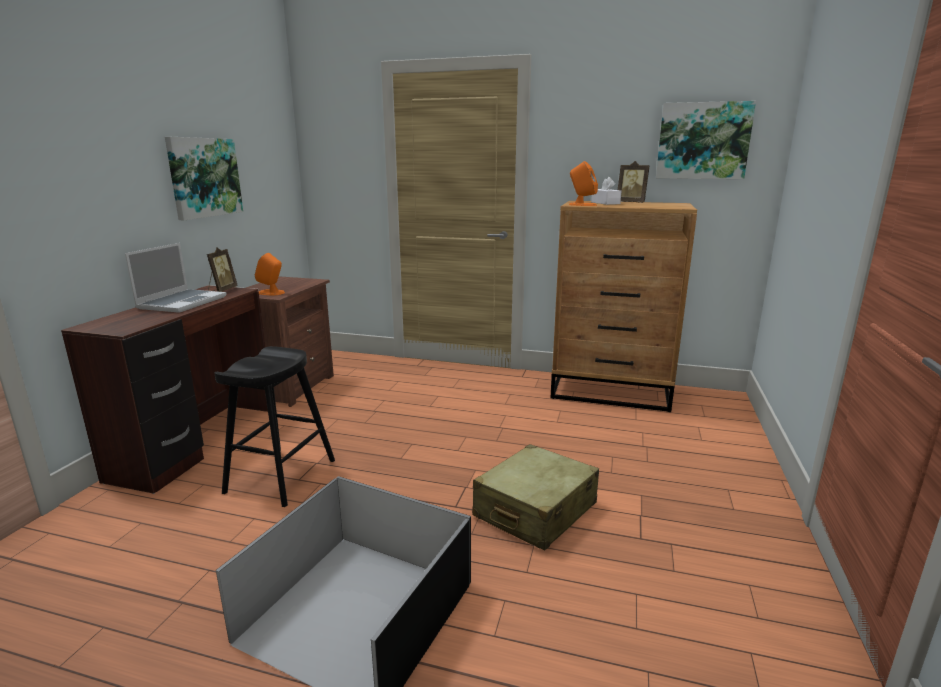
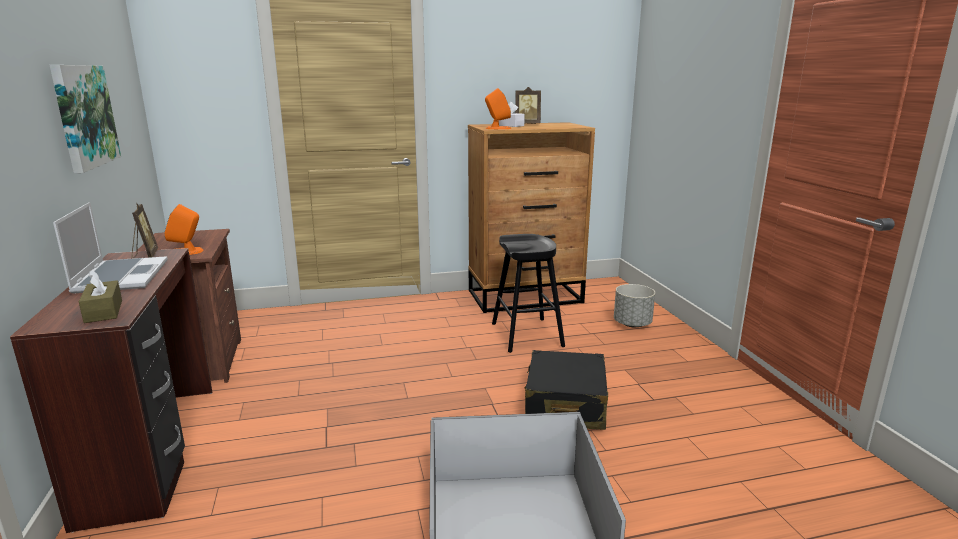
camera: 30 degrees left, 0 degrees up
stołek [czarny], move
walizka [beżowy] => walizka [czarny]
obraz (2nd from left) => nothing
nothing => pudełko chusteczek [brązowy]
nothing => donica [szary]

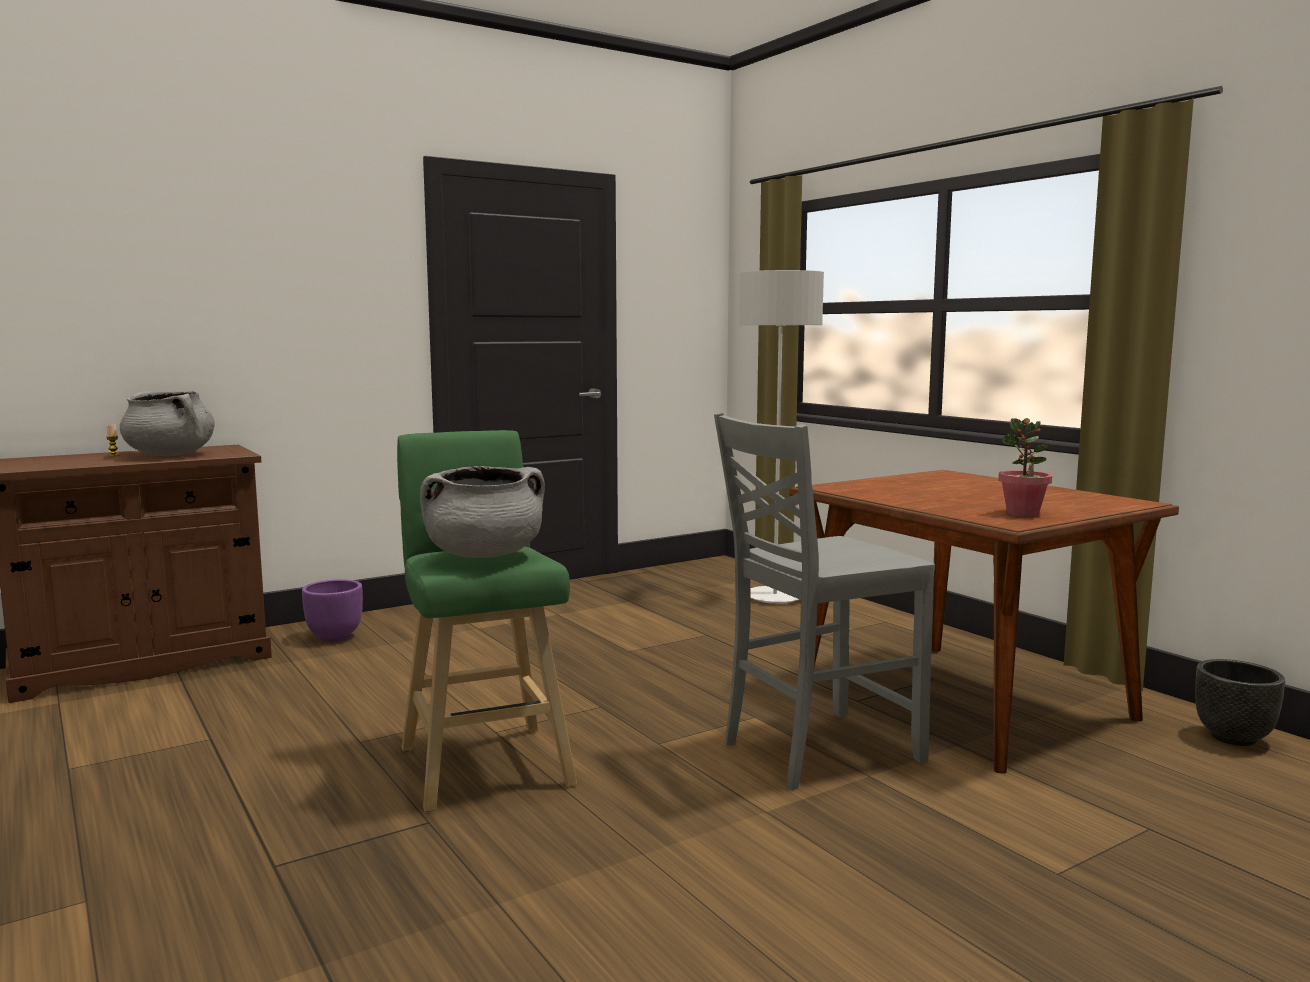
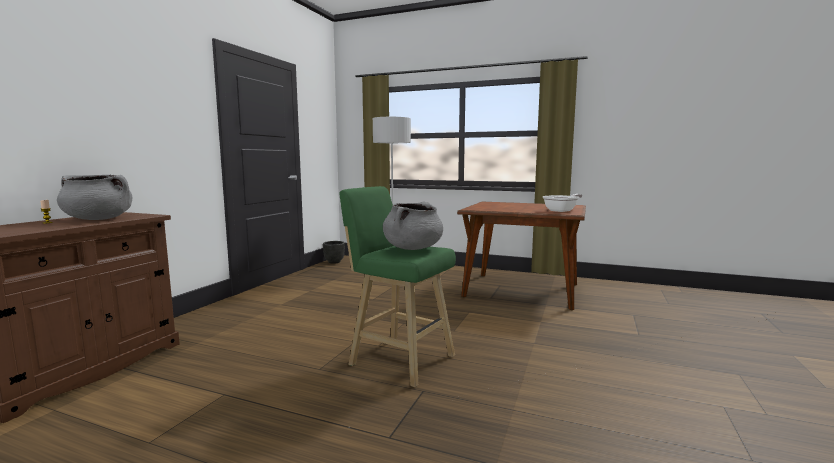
camera: 35 degrees left, 0 degrees up
donica [fioletowy] => nothing
krzesło [szary] => nothing
roślina doniczkowa => patelnia
donica [czarny], move

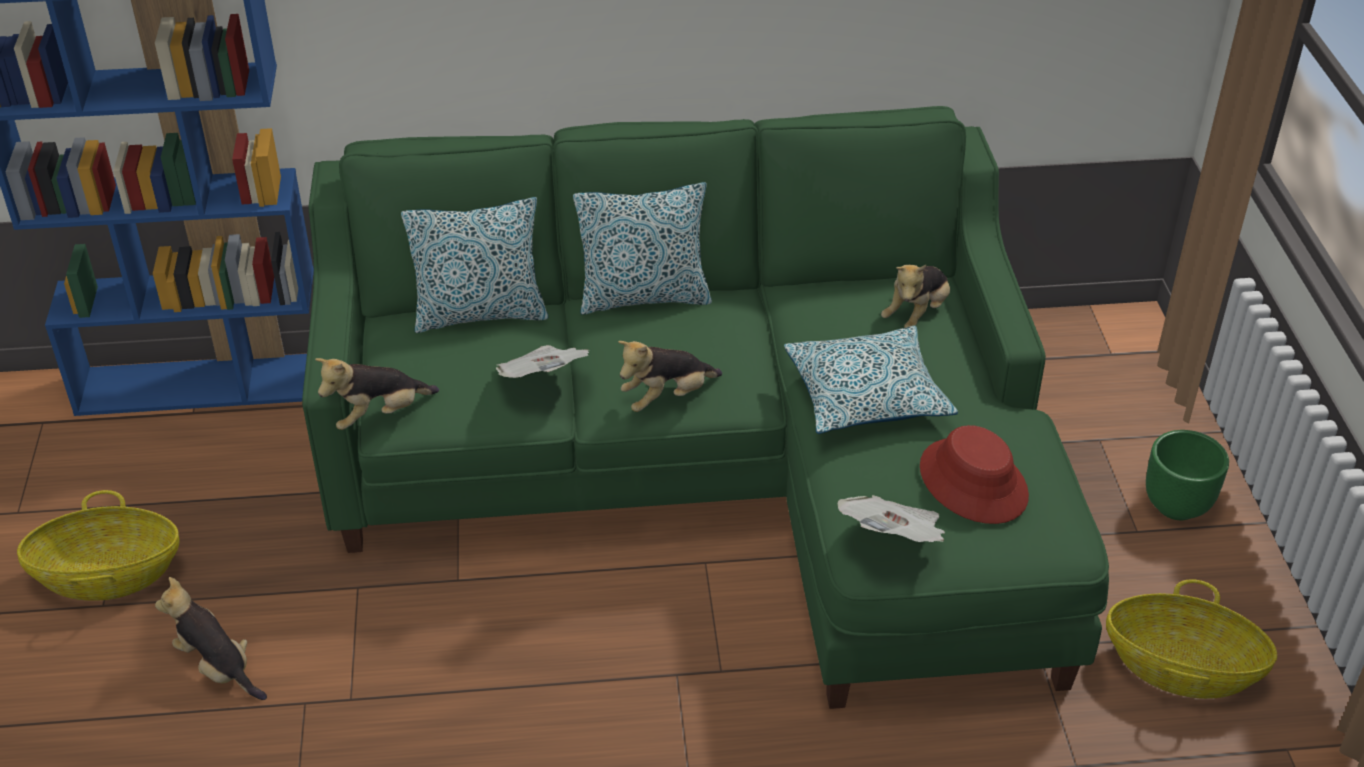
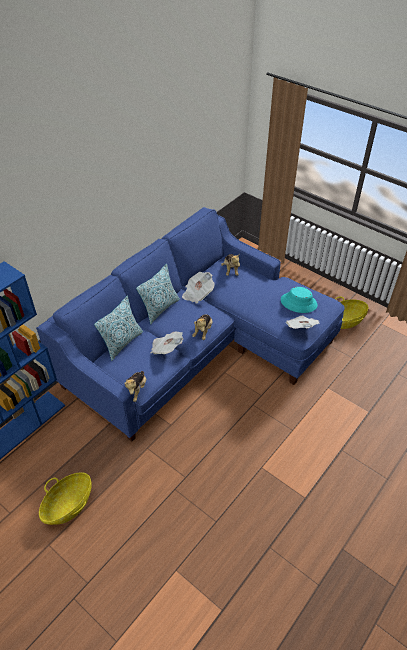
camera: 45 degrees left, 5 degrees up
pluszak (1st from left) => nothing
kanapa [zielony] => kanapa [niebieski]
poduszka (3rd from left) => nothing
kapelusz [czerwony] => kapelusz [turkusowy]
donica [zielony] => nothing
nothing => gazeta (2nd from left)

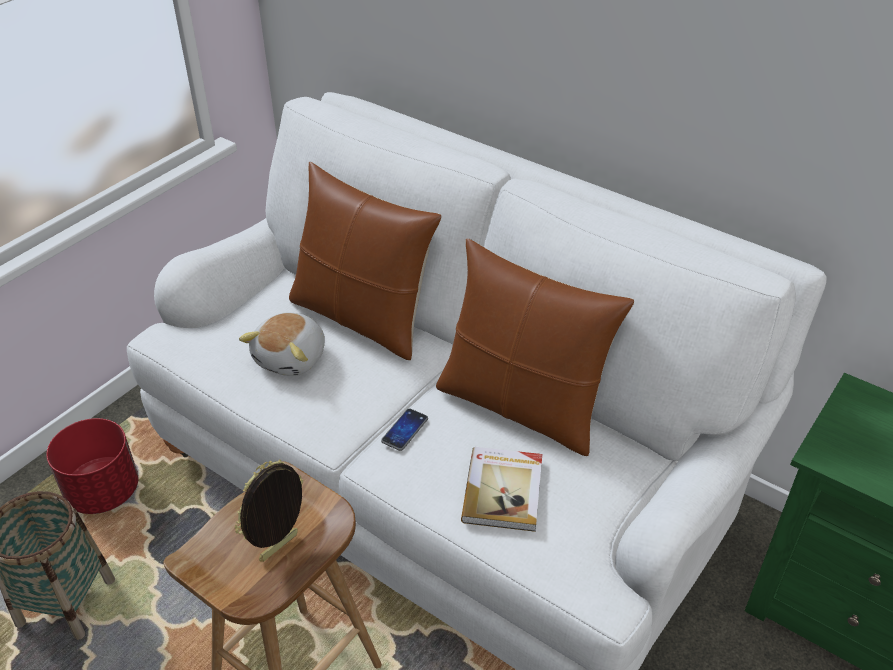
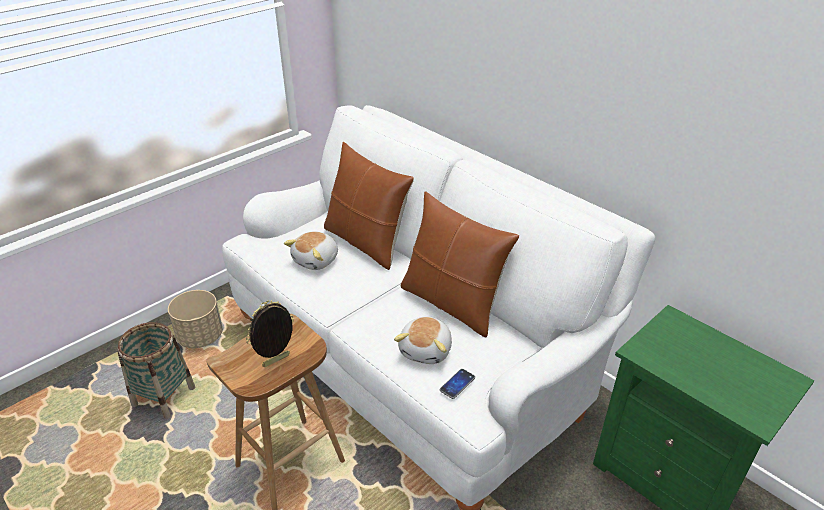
camera: 10 degrees right, 5 degrees down
donica [czerwony] => donica [beżowy]
telefon, move
książka => pluszak (2nd from left)

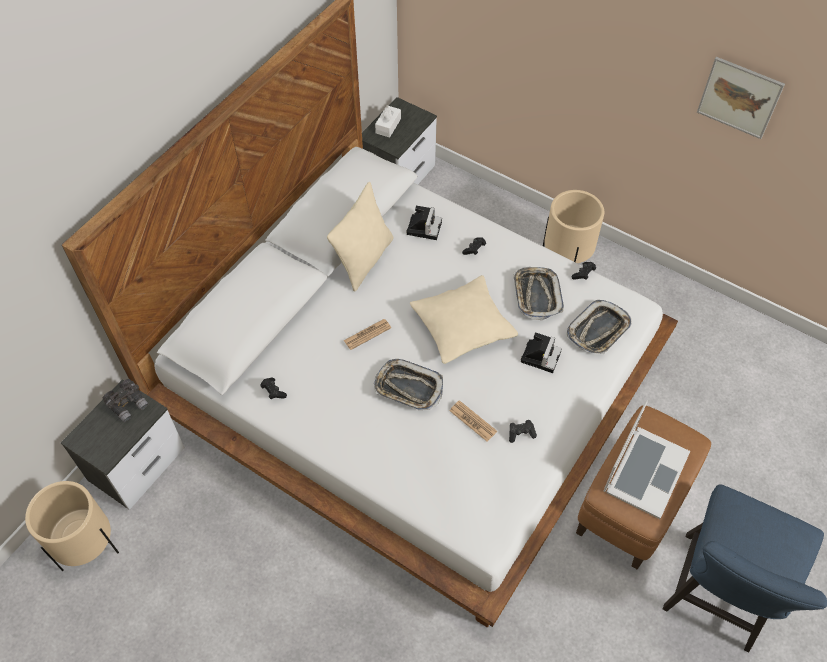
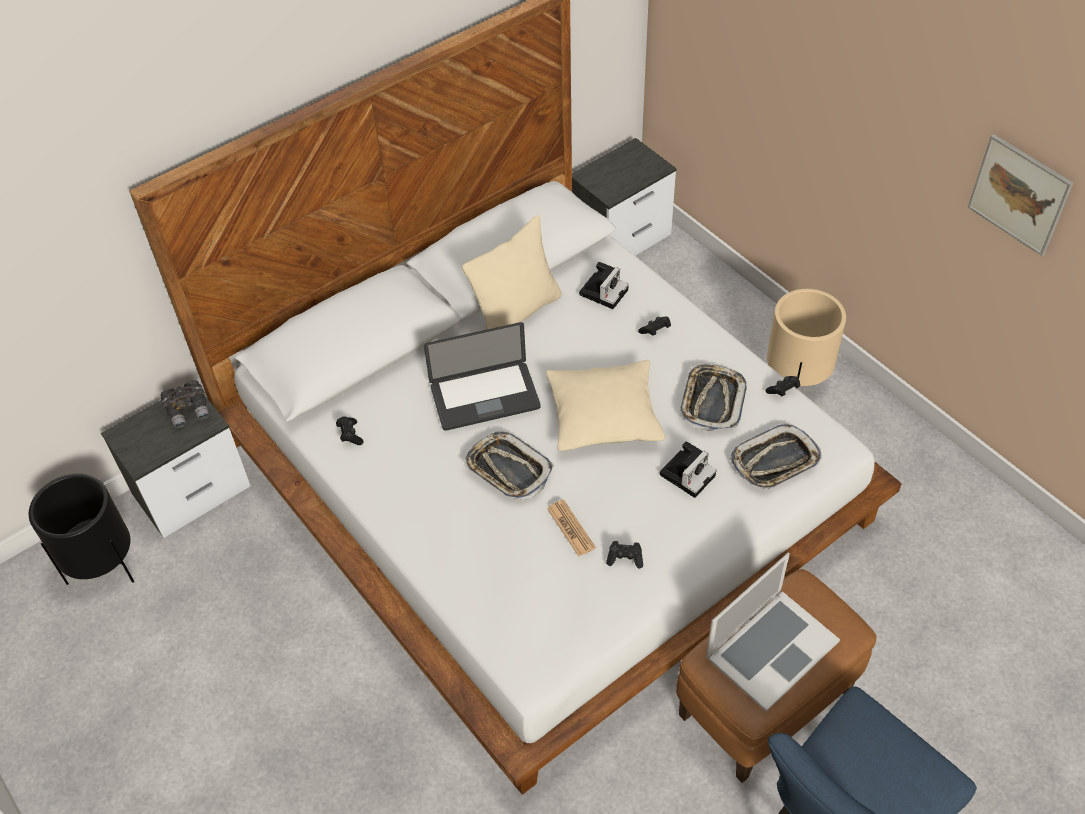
camera: 20 degrees right, 5 degrees down
donica [beżowy] (1st from left) => donica [czarny]
gazeta (1st from left) => laptop (1st from left)
pudełko chusteczek [biały] => nothing

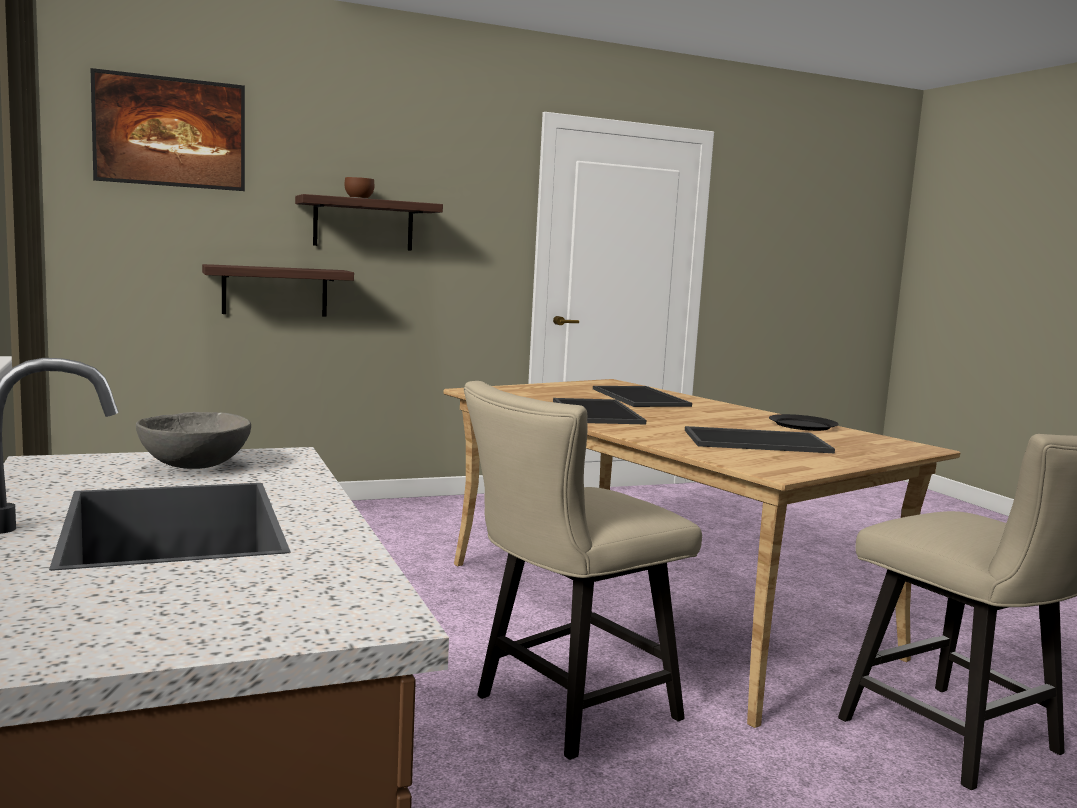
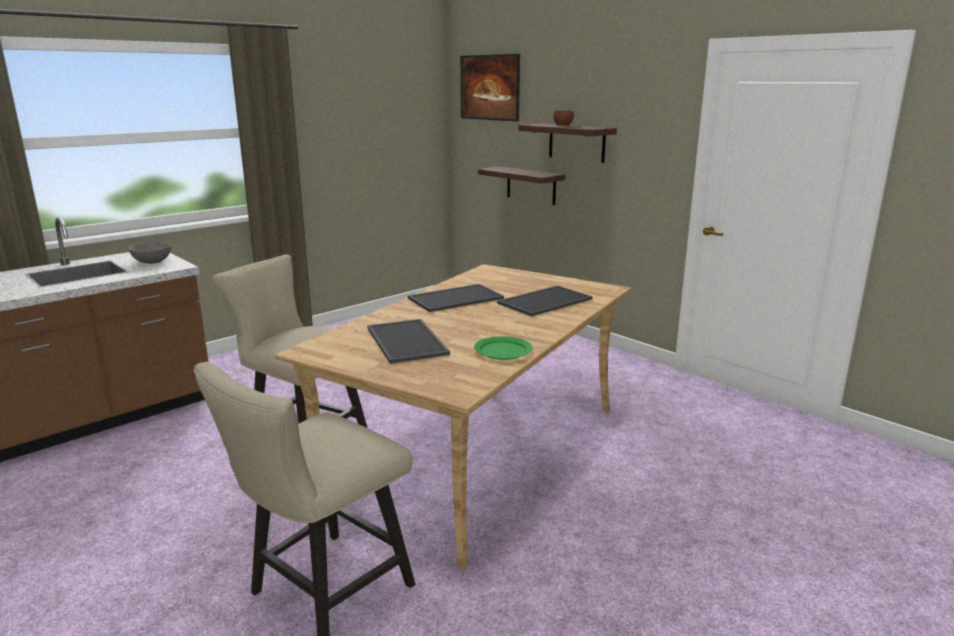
camera: 70 degrees right, 10 degrees up
talerz [czarny] => talerz [zielony]

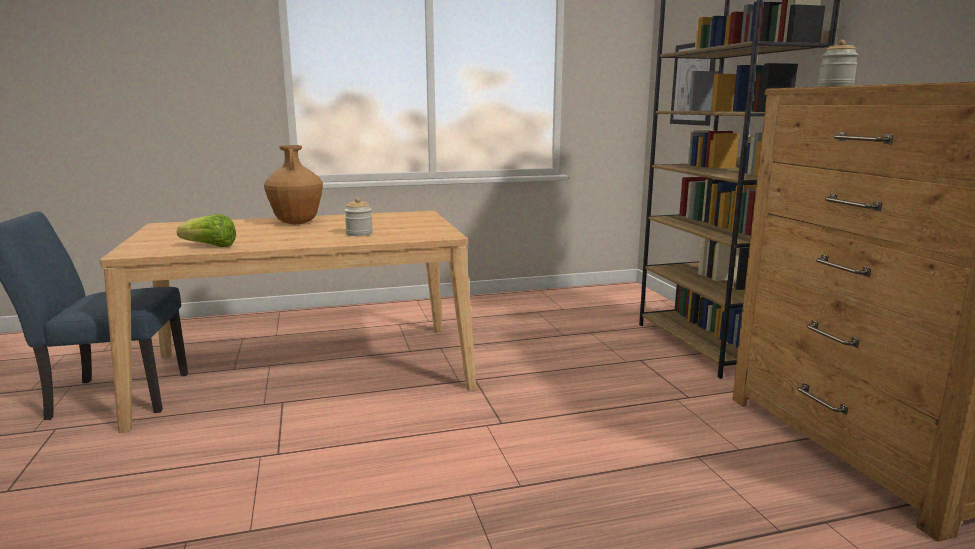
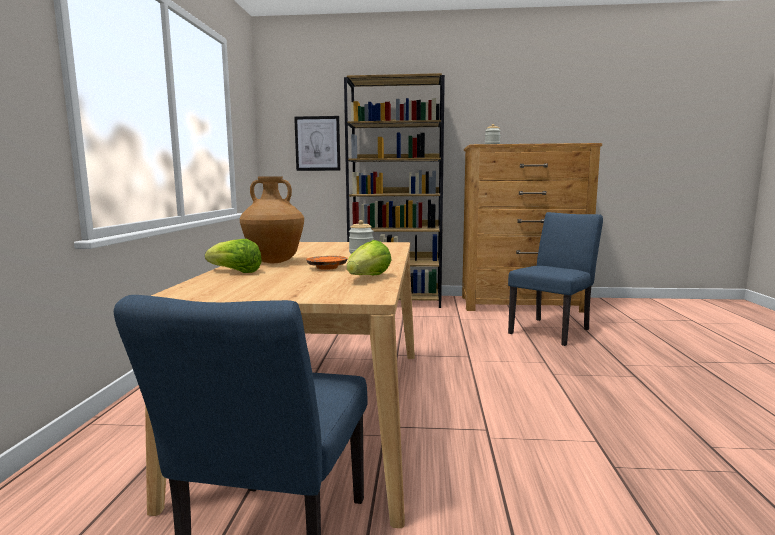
camera: 70 degrees left, 5 degrees down
nothing => sałata (1st from left)
nothing => talerz [pomarańczowy]
nothing => krzesło [niebieski] (2nd from left)

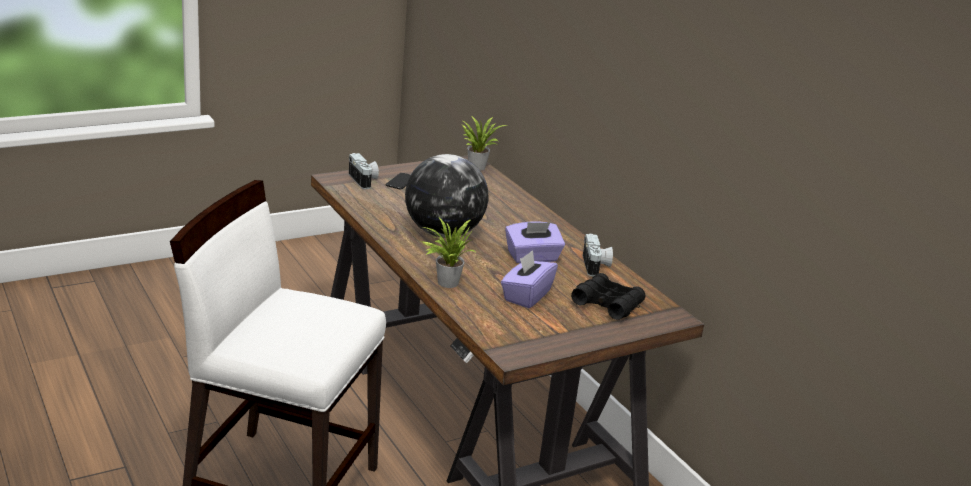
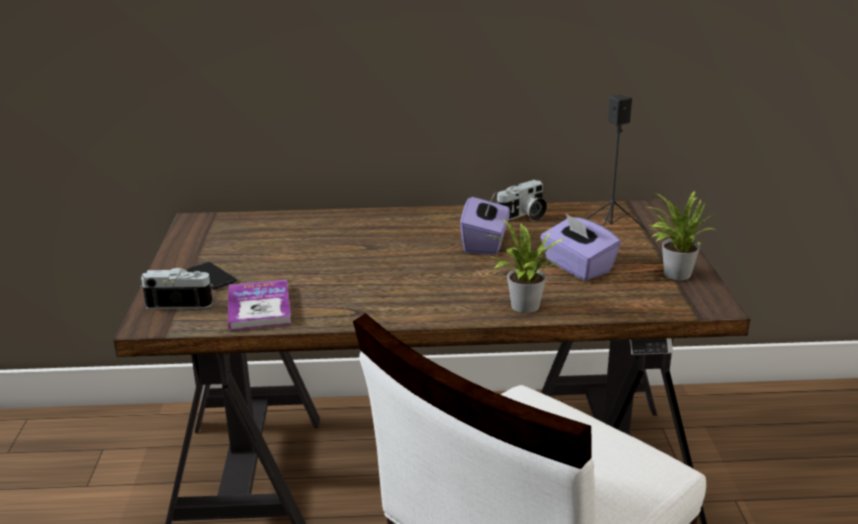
camera: 60 degrees left, 0 degrees up
globus => nothing
roślina doniczkowa (2nd from left), move
lornetka [czarny] => głośnik [czarny]
aparat fotograficzny (2nd from left), 120 degrees clockwise
nothing => książka

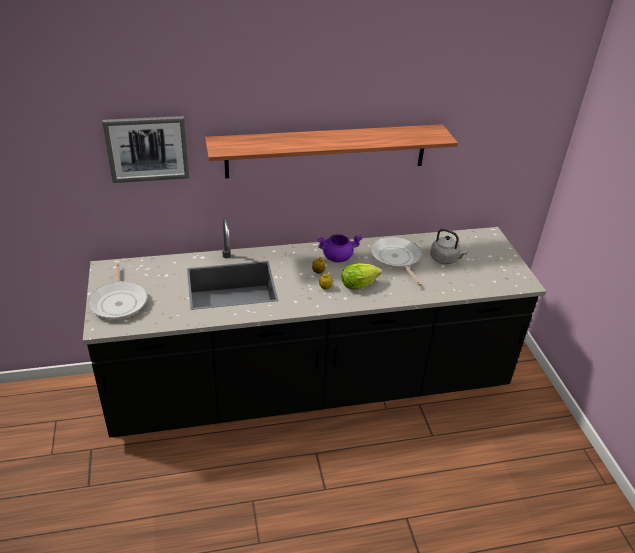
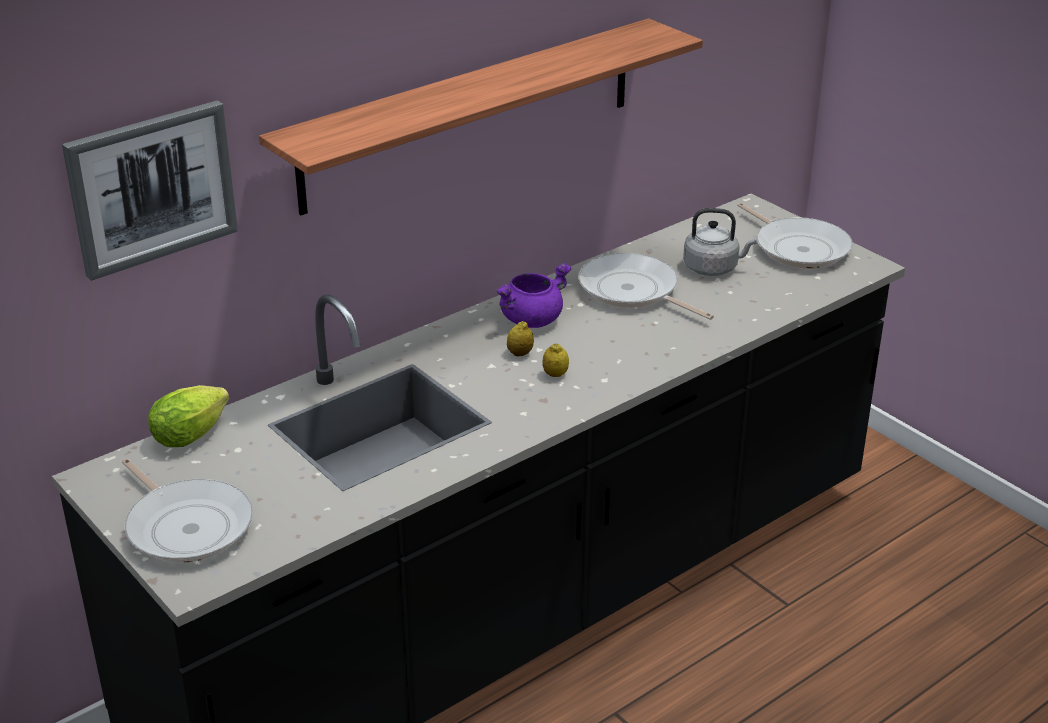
camera: 25 degrees left, 5 degrees down
sałata, move
nothing => patelnia (3rd from left)

